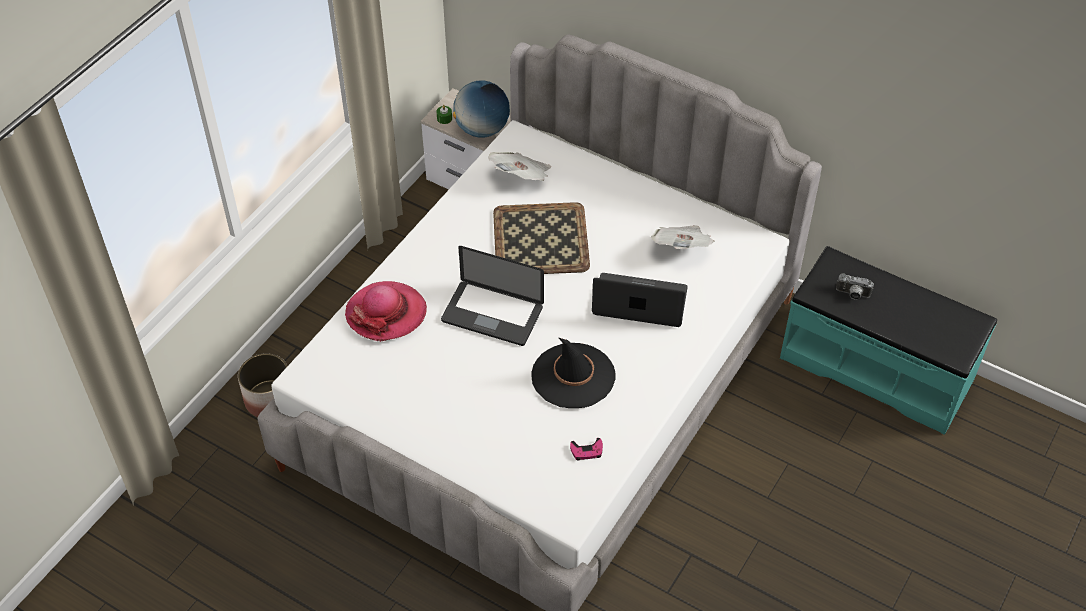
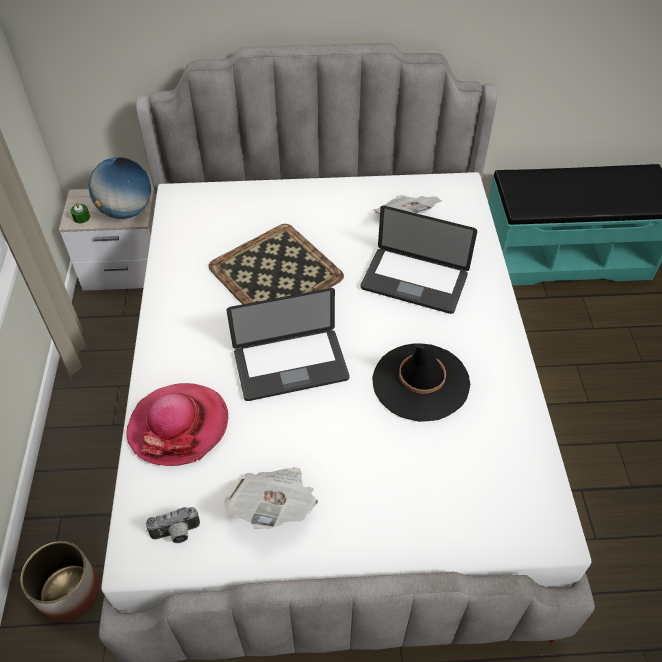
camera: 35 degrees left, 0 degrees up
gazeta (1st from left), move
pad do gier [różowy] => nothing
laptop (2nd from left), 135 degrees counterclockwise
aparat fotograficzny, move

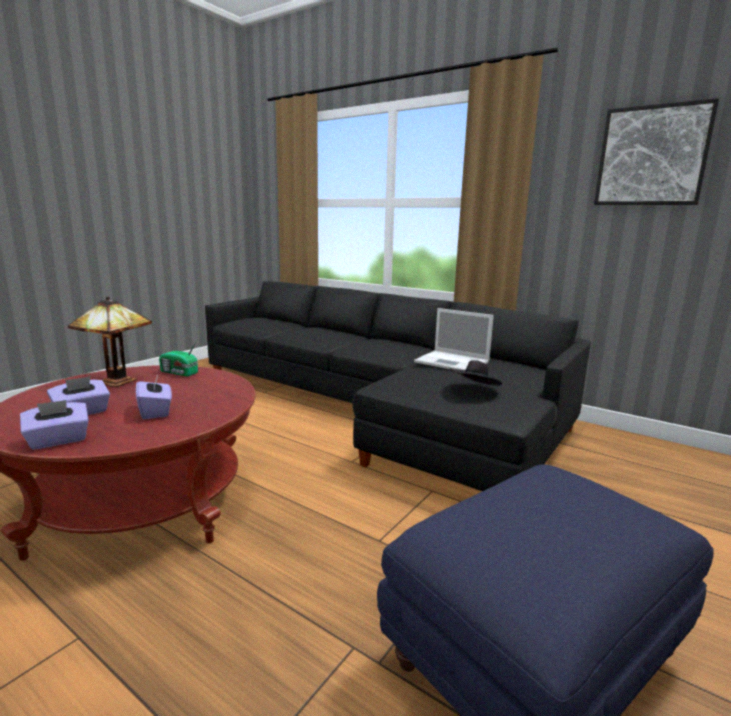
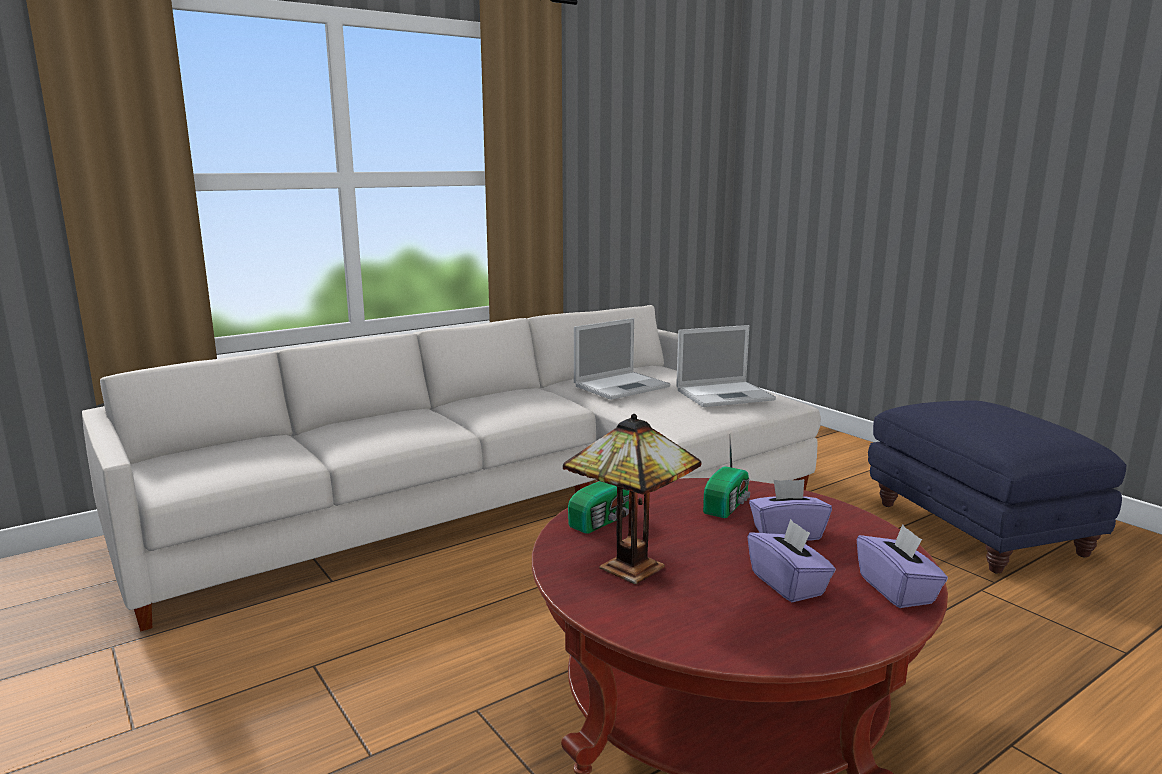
camera: 70 degrees left, 0 degrees up
kanapa [czarny] => kanapa [biały]
kapelusz [czarny] => laptop (2nd from left)
obraz => nothing
nothing => radio (2nd from left)

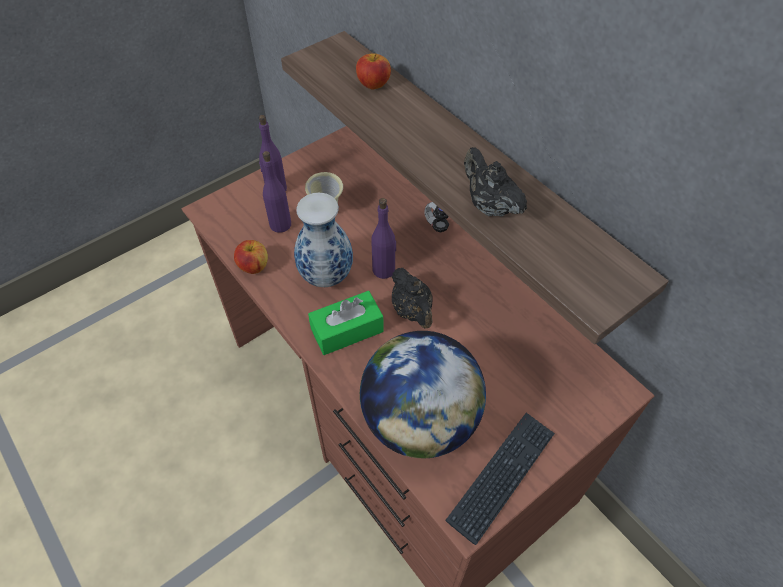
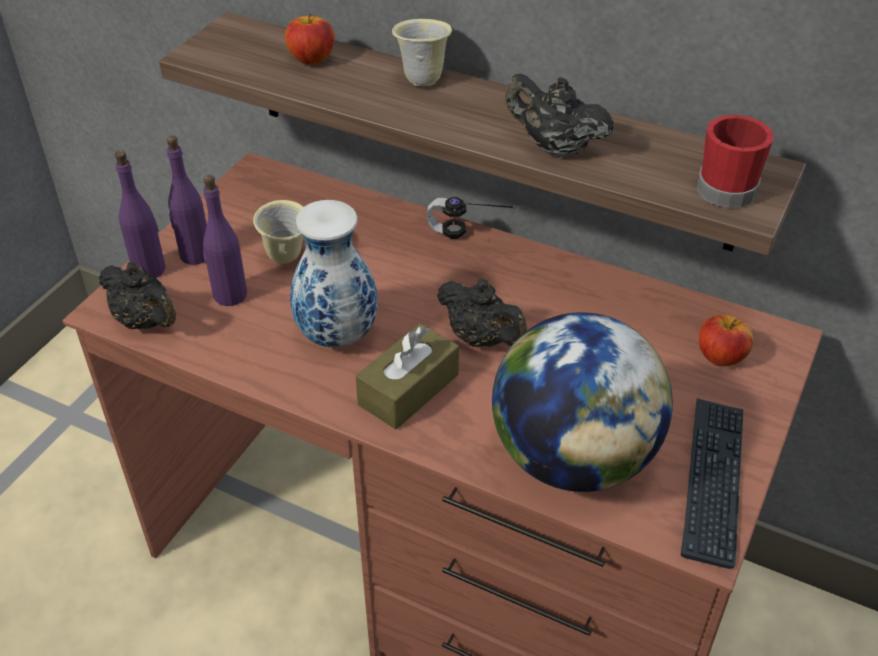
camera: 25 degrees left, 10 degrees down
jabłko (1st from left in the first image) => jabłko (2nd from left), move
pudełko chusteczek [zielony] => pudełko chusteczek [brązowy]
butelka [fioletowy] (3rd from left in the first image) => butelka [fioletowy] (1st from left), move
nothing => imbryk [czarny] (1st from left)
nothing => kubek [beżowy] (2nd from left)
nothing => kubek [czerwony]

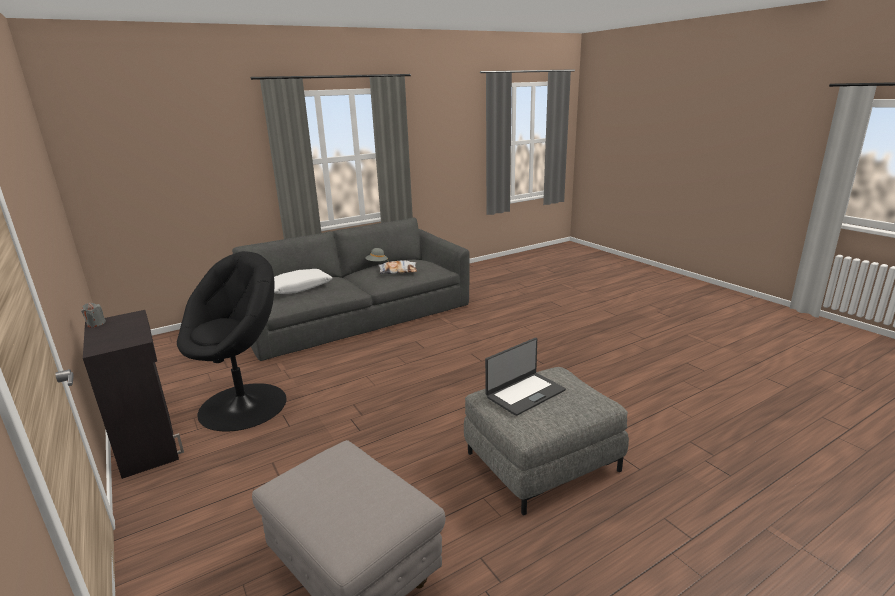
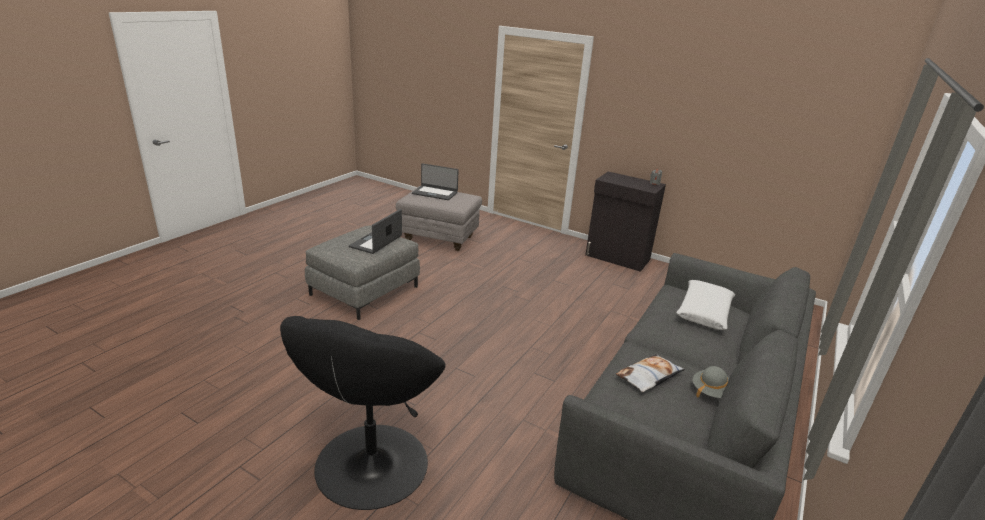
camera: 150 degrees right, 5 degrees up
fotel [czarny], move
nothing => laptop (2nd from left)

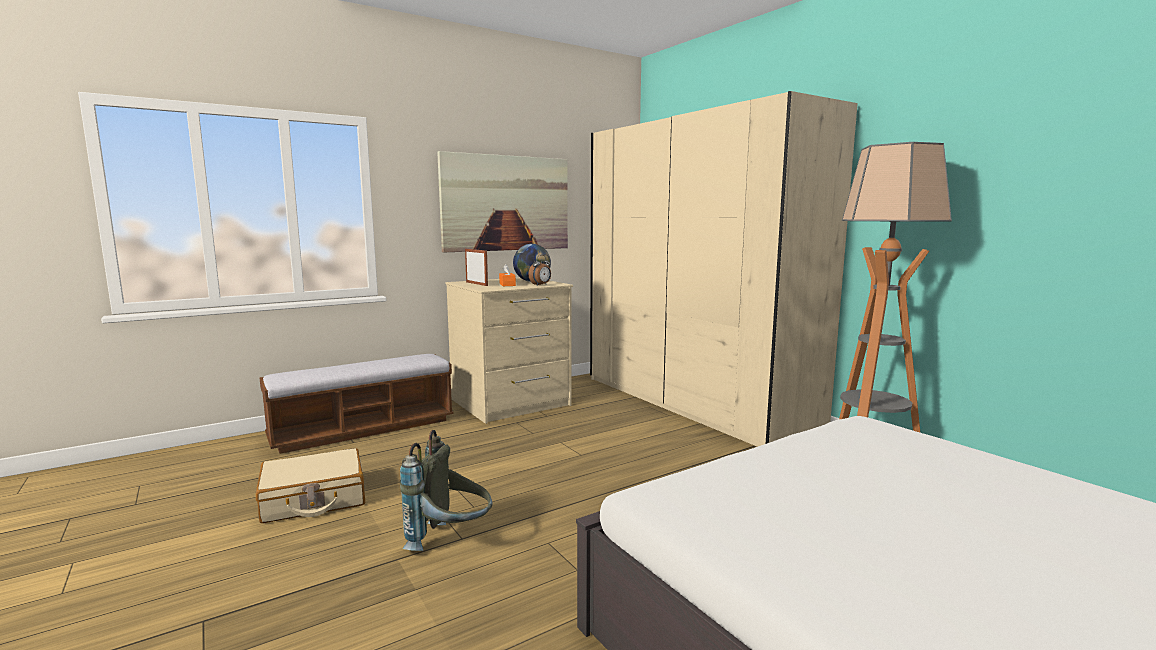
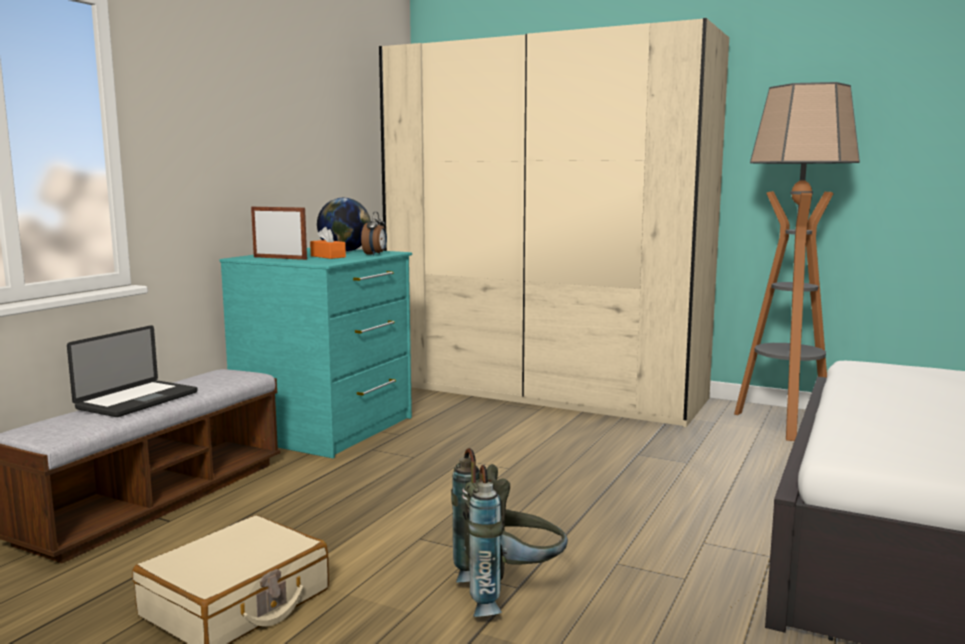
camera: 30 degrees left, 0 degrees up
obraz => nothing
komoda [beżowy] => komoda [turkusowy]
nothing => laptop

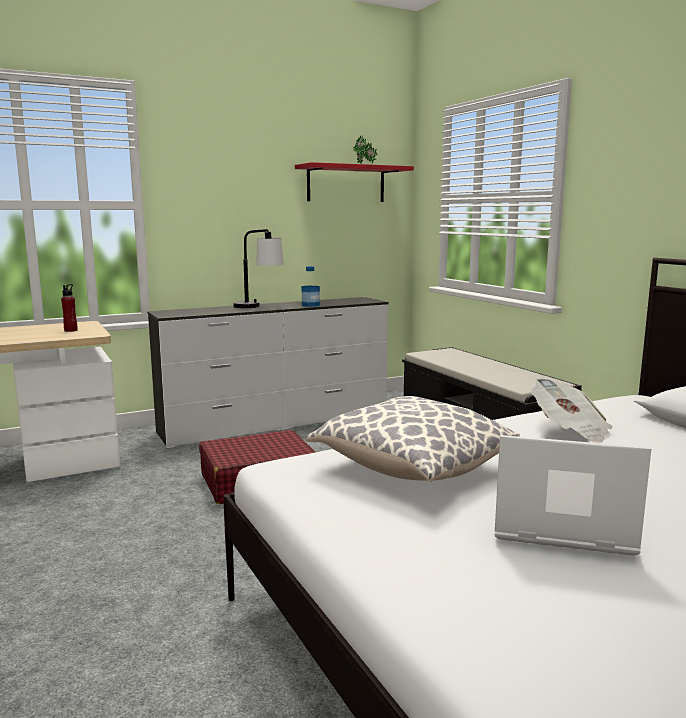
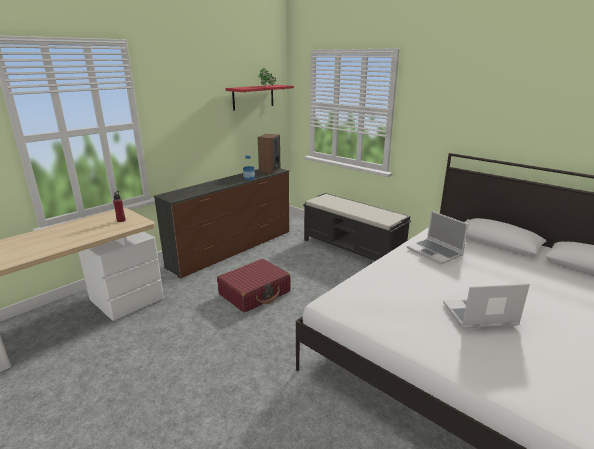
camera: 20 degrees left, 10 degrees up
komoda [biały] => komoda [brązowy]
lampa stołowa => nothing
poduszka => nothing
gazeta => laptop (1st from left)
nothing => głośnik

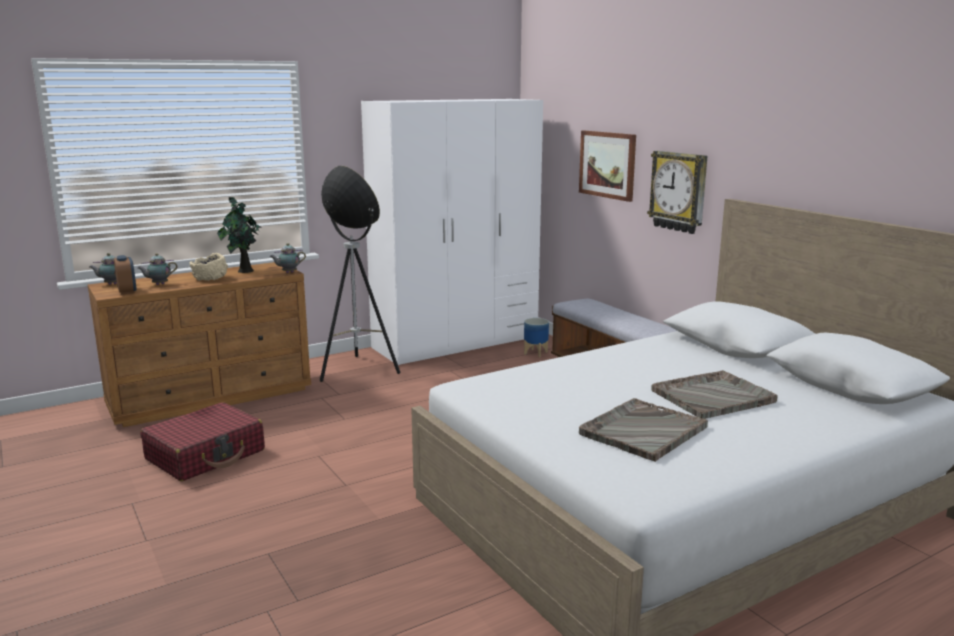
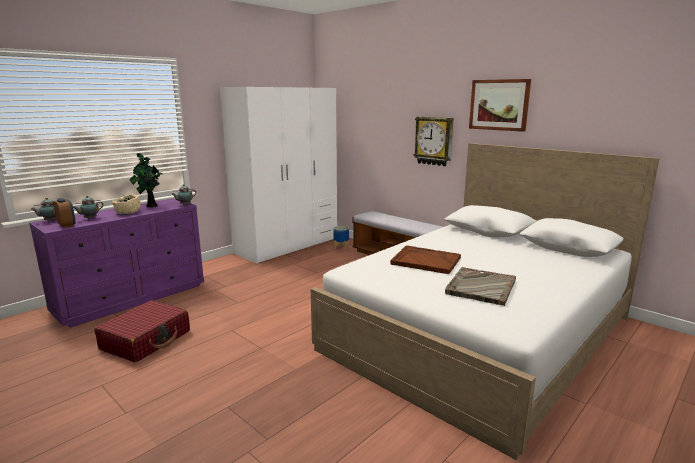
camera: 15 degrees left, 0 degrees up
komoda [brązowy] => komoda [fioletowy]
lampa stojąca => nothing
obraz, move
taca [szary] (2nd from left) => nothing
nothing => taca [brązowy]

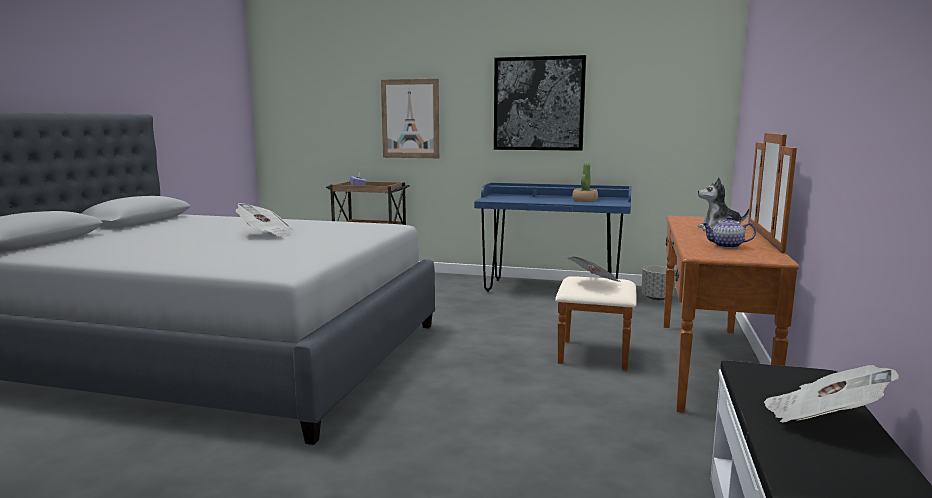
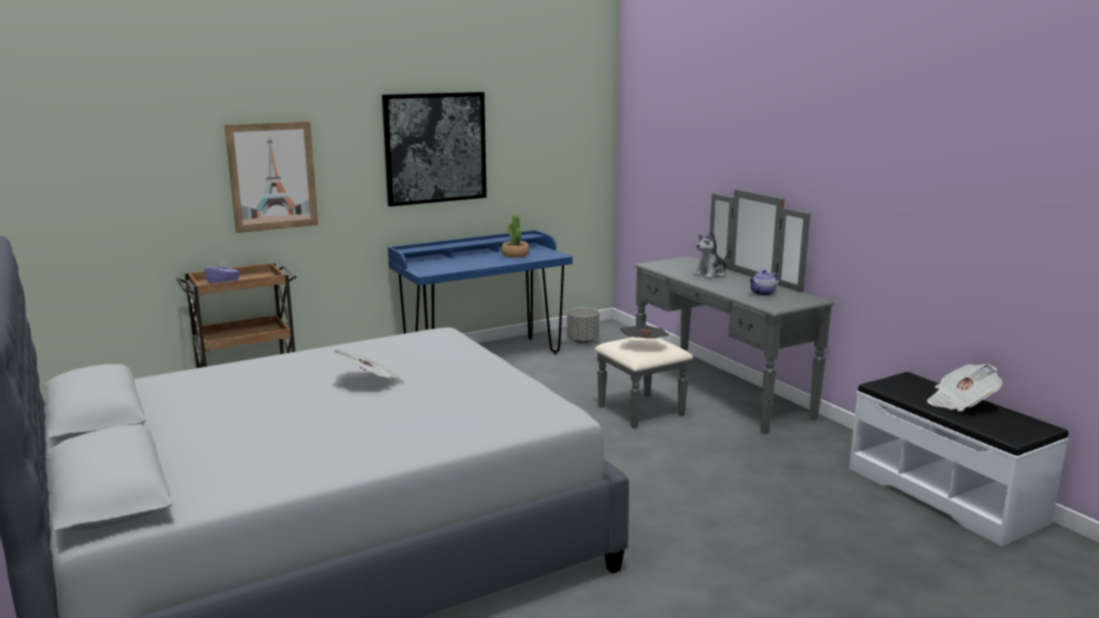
camera: 45 degrees left, 5 degrees up
komoda [brązowy] => komoda [szary]

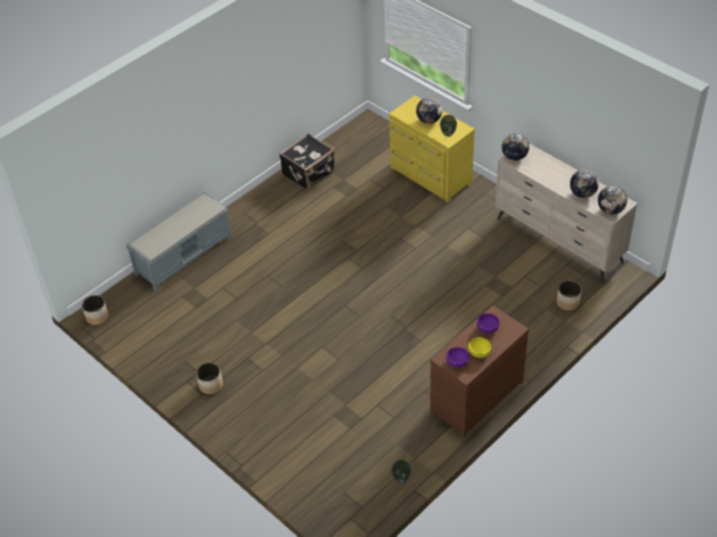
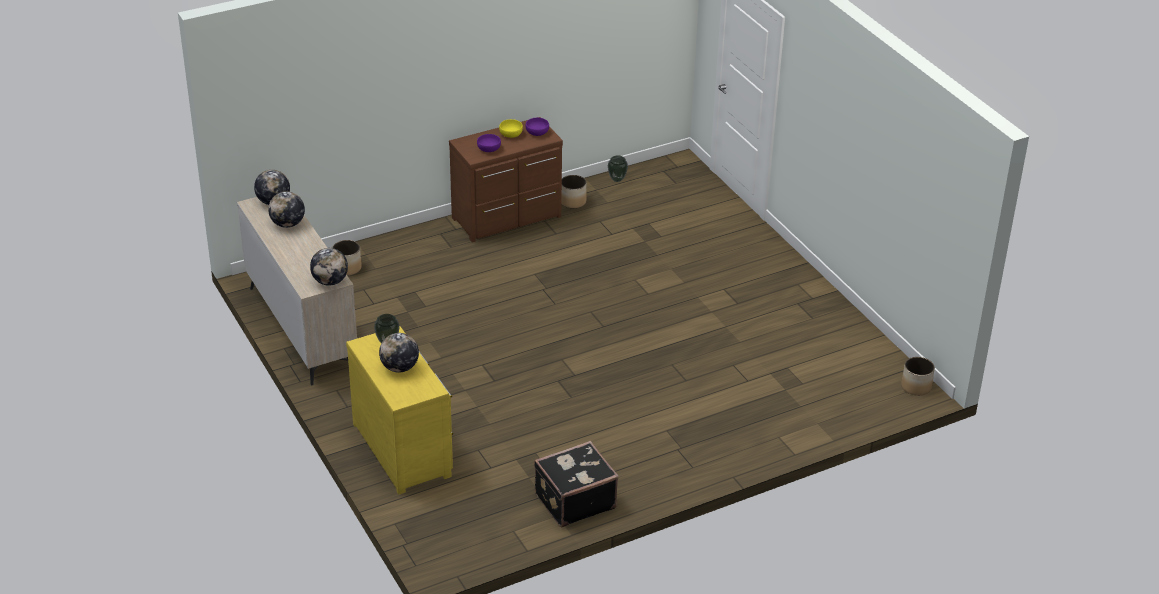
camera: 165 degrees left, 10 degrees down
ławka [szary] => nothing
donica (2nd from left), move

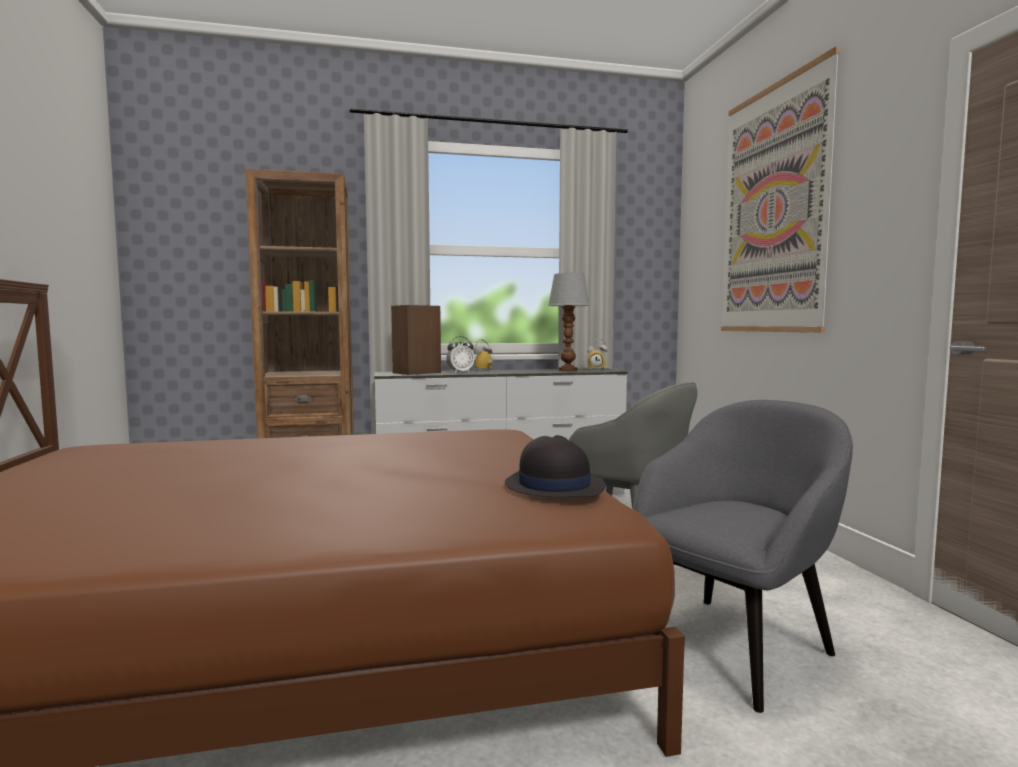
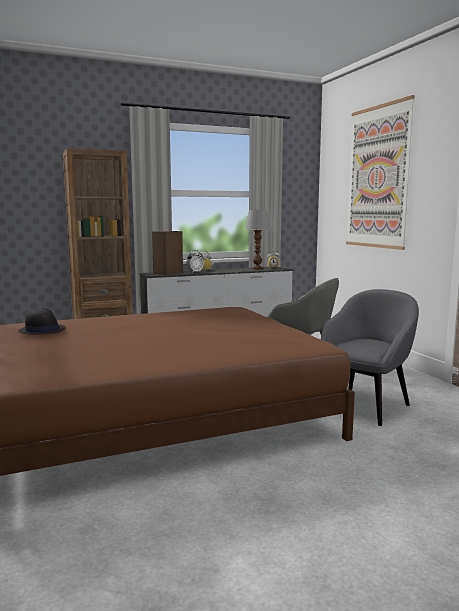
camera: 10 degrees left, 5 degrees up
kapelusz [czarny], move

